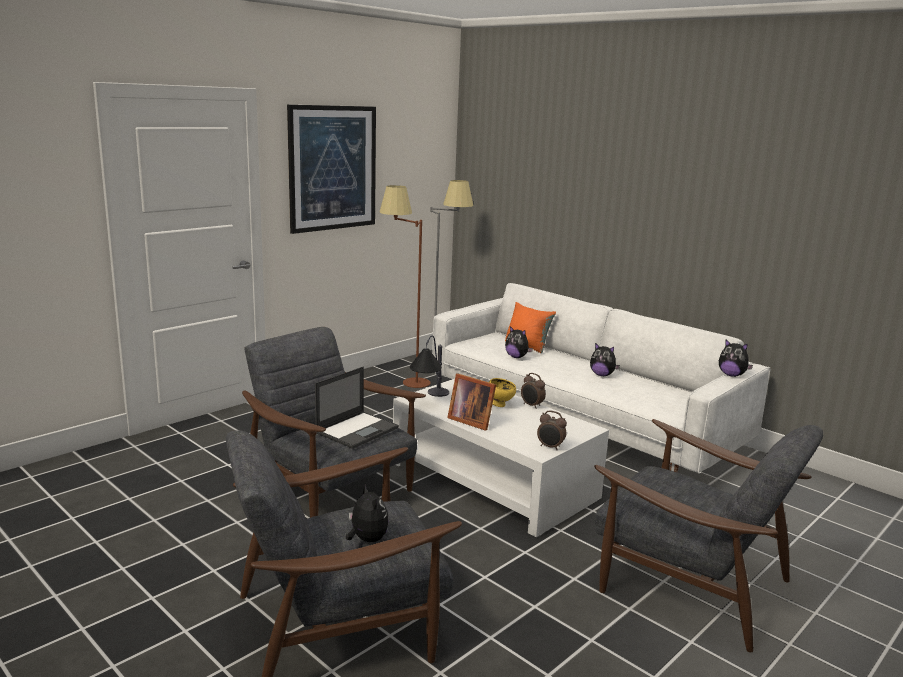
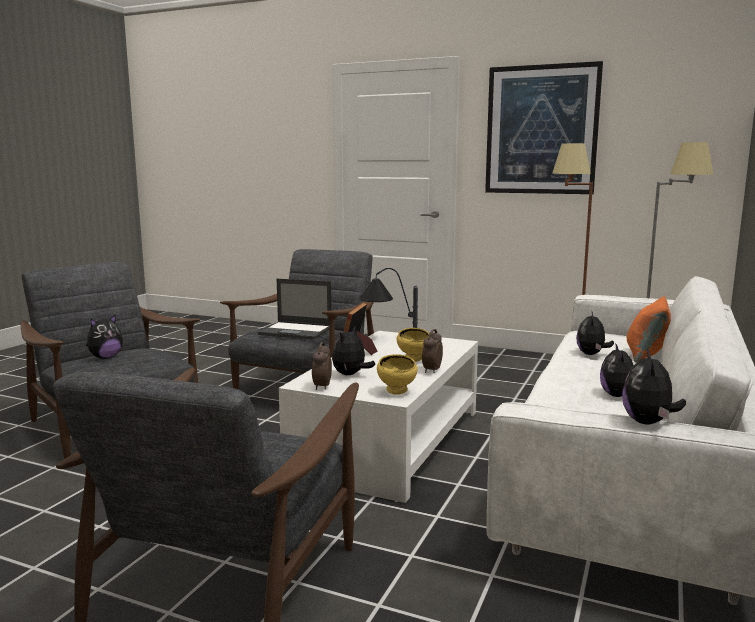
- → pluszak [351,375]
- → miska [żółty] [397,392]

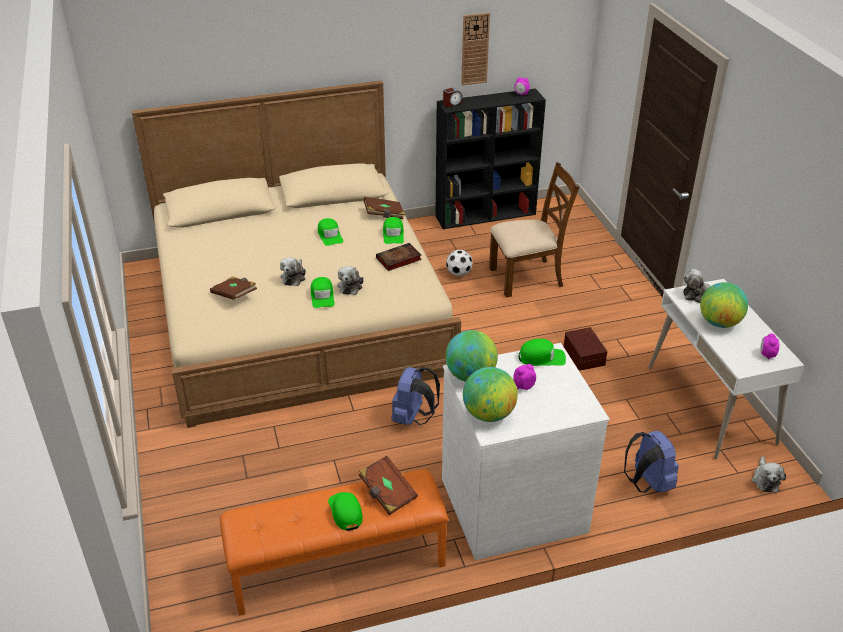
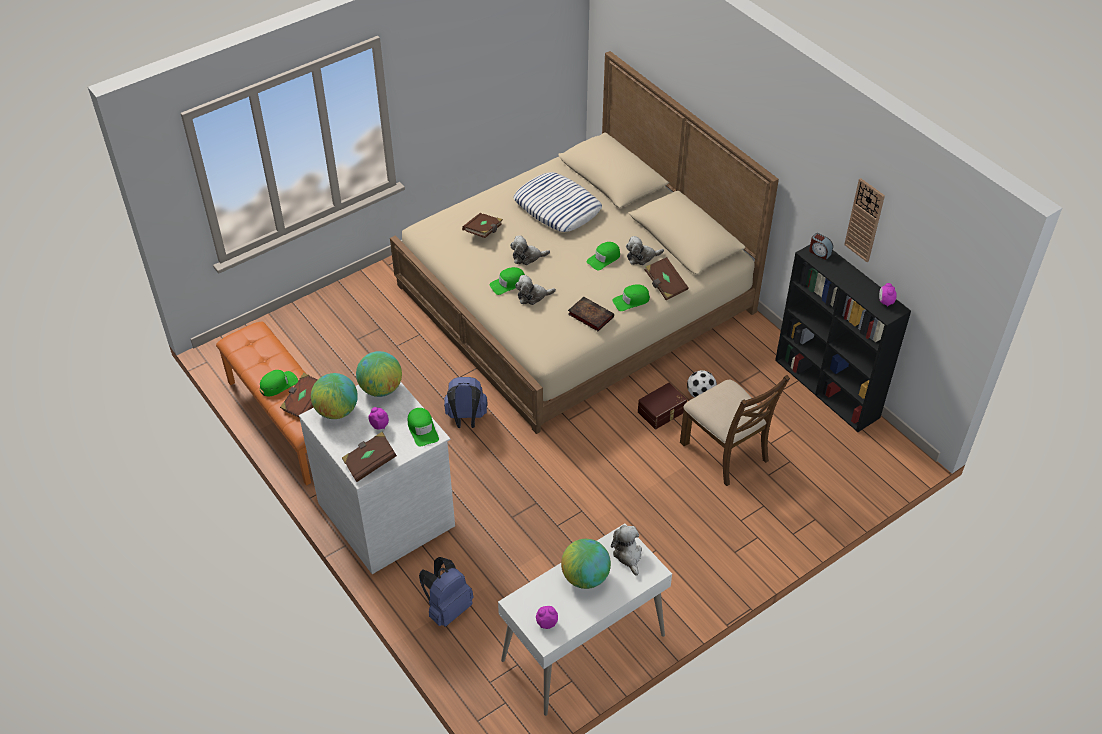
pojemnik do przechowywania [brązowy] [585,355] → pojemnik do przechowywania [brązowy] [662,412], relocated
pluszak [765,480] → pluszak [641,257], relocated
- → książka [brązowy] [370,463]
- → poduszka [557,207]

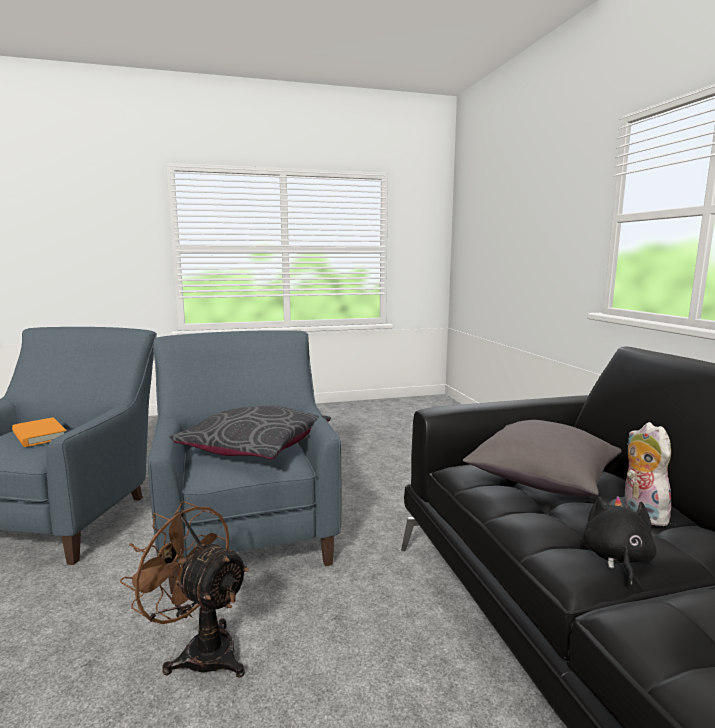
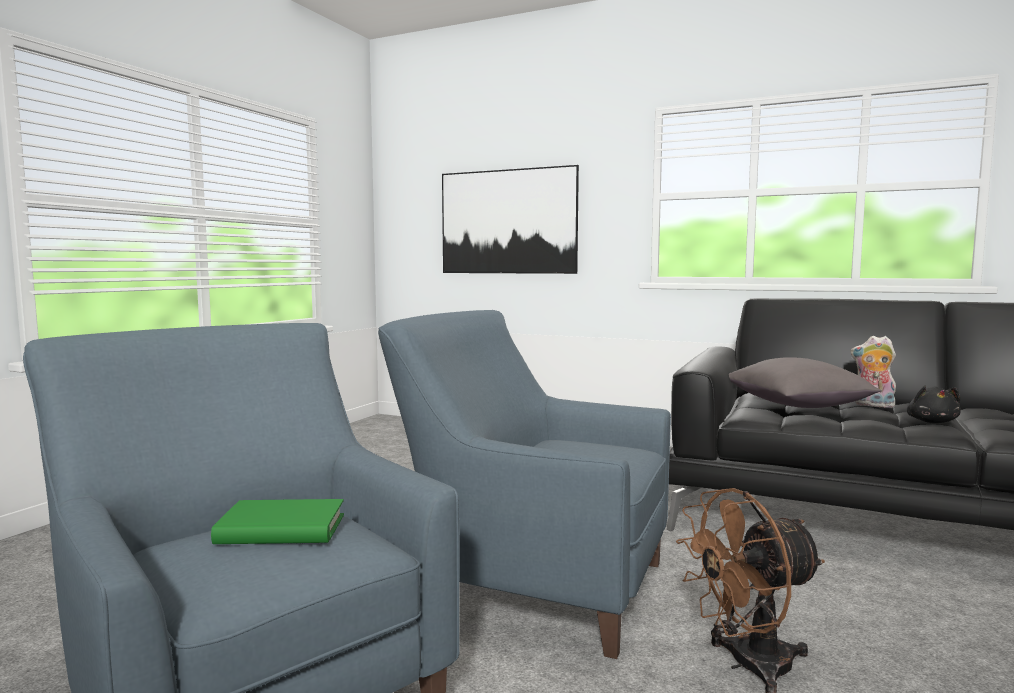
książka [pomarańczowy] [39,435] → książka [zielony] [281,529]
poduszka [szary] [253,445] → -
pluszak [czarny] [617,558] → pluszak [czarny] [932,422], 135 degrees counterclockwise
- → obraz [507,222]

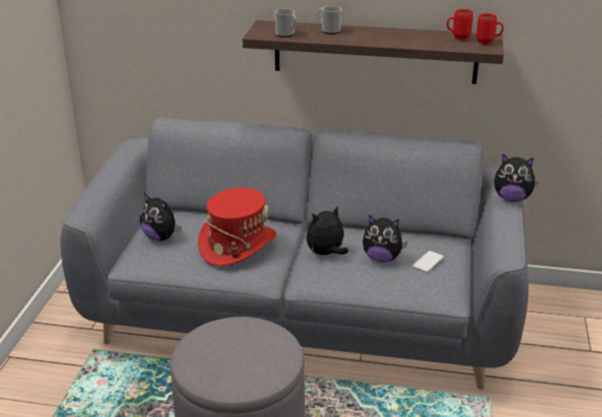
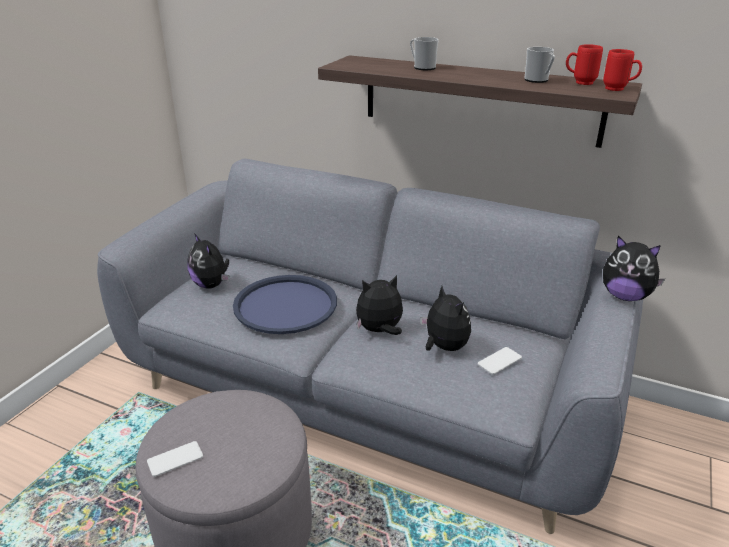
kapelusz [czerwony] [237,245] → taca [niebieski] [285,305]
kubek [286,34] → kubek [538,80], relocated
pluszak [382,258] → pluszak [443,347], 150 degrees counterclockwise
- → telefon [175,459]

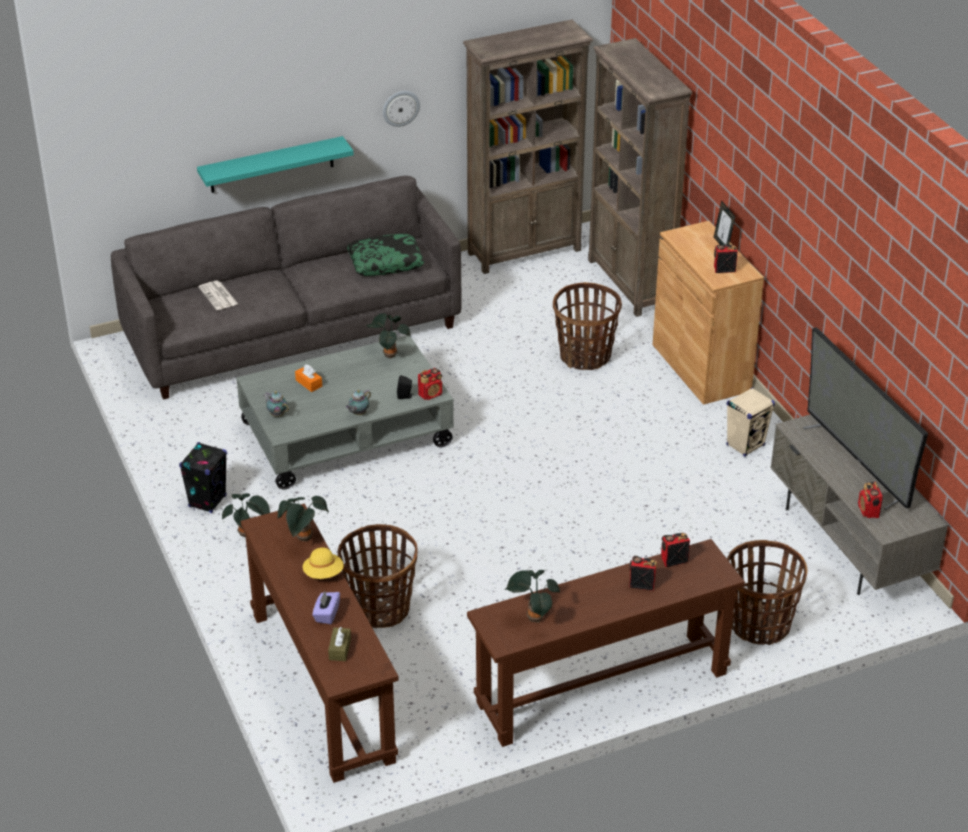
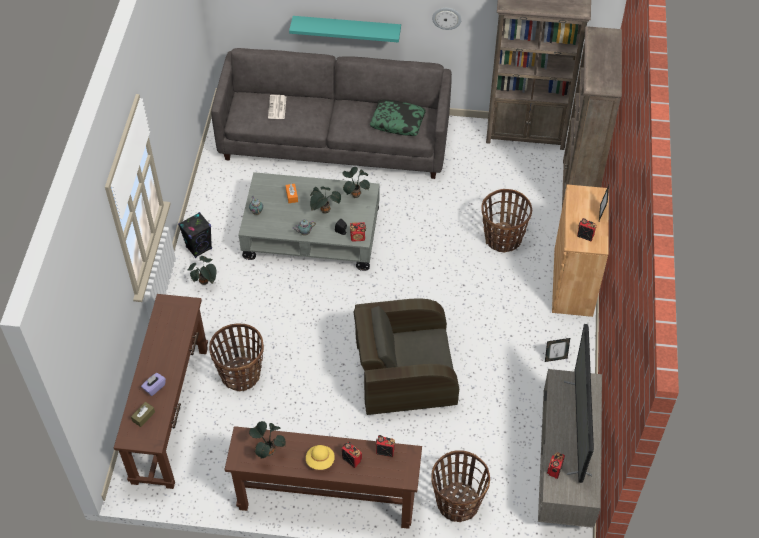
roślina doniczkowa [304,538] → roślina doniczkowa [324,211], relocated
kapelusz [żółty] [323,573] → kapelusz [żółty] [320,461], relocated
głośnik [beżowy] [745,445] → ramka na zdjęcie [555,358]
- → fotel [brązowy] [404,374]

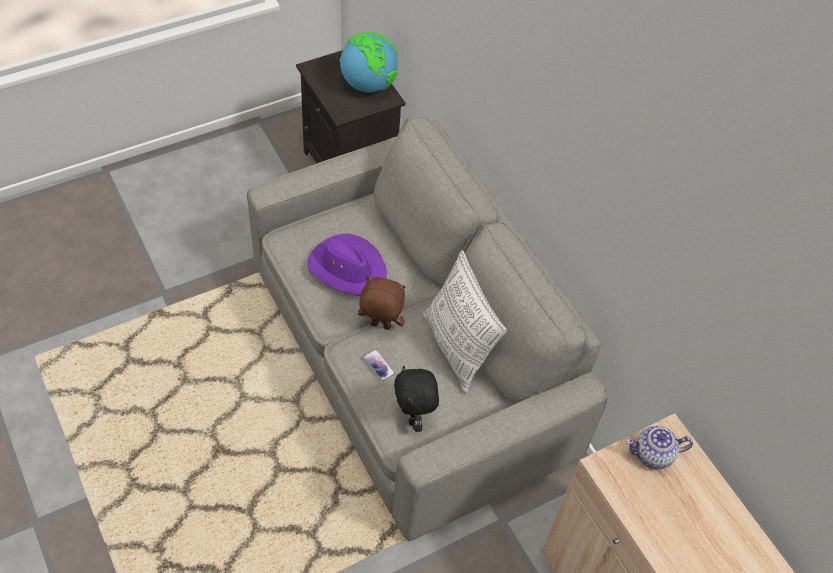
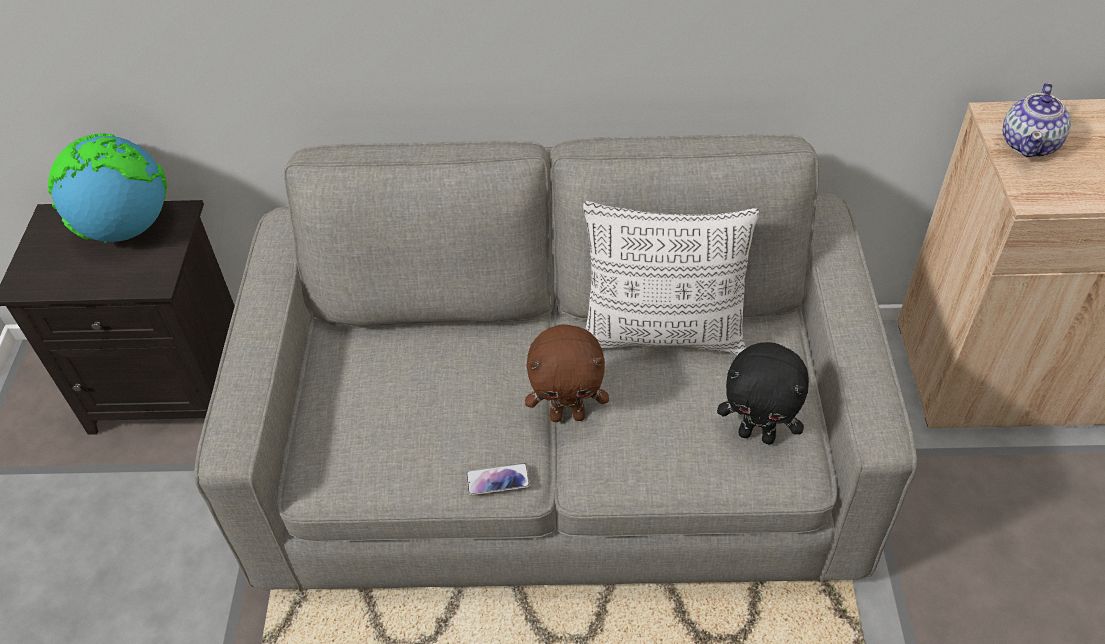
kapelusz [fioletowy] [347,268] → -
pluszak [brązowy] [380,326] → pluszak [brązowy] [568,415], 135 degrees counterclockwise
telefon [379,365] → telefon [498,480], relocated

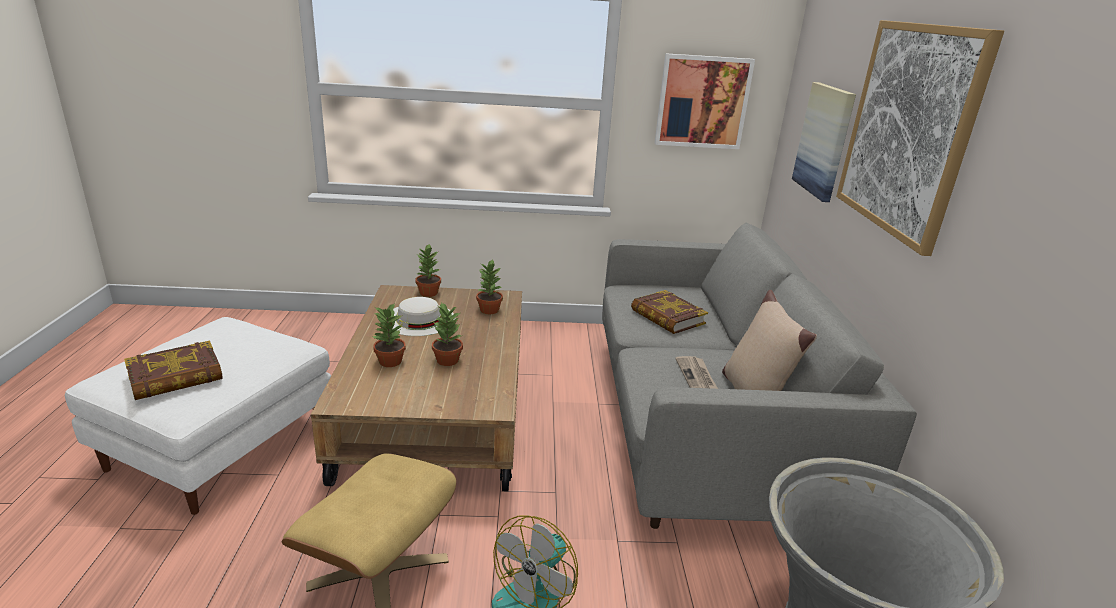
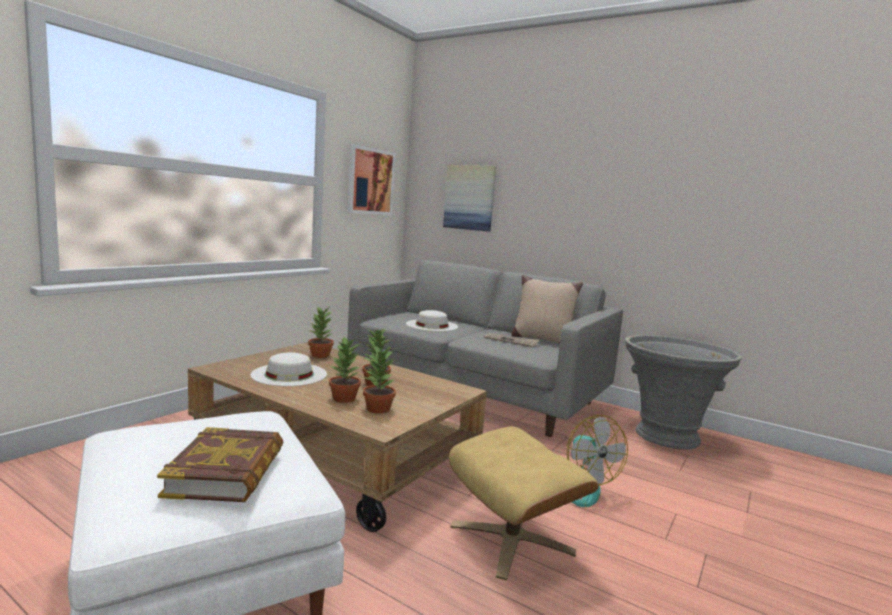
roślina doniczkowa [428,293] → roślina doniczkowa [378,409], relocated
książka [667,317] → kapelusz [biały] [432,325]
obraz [908,130] → -

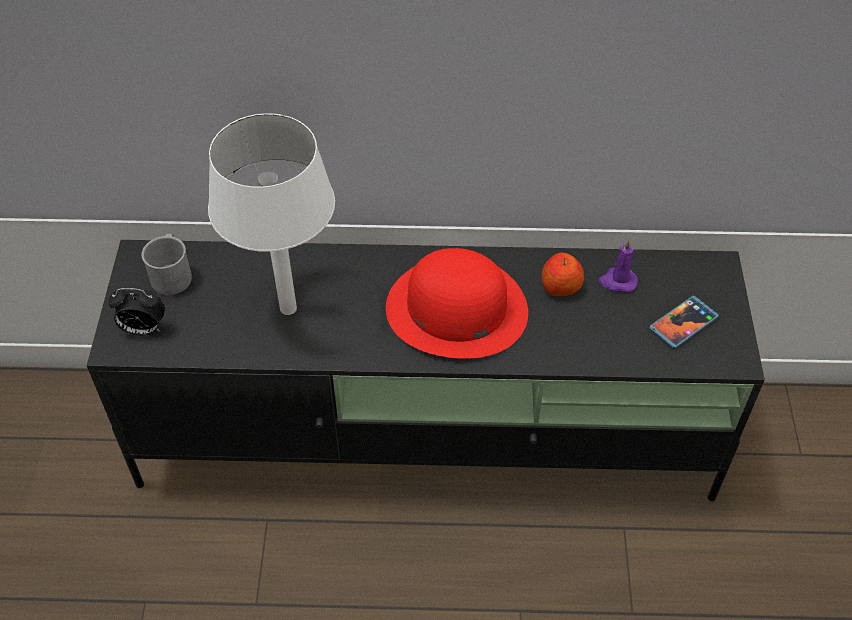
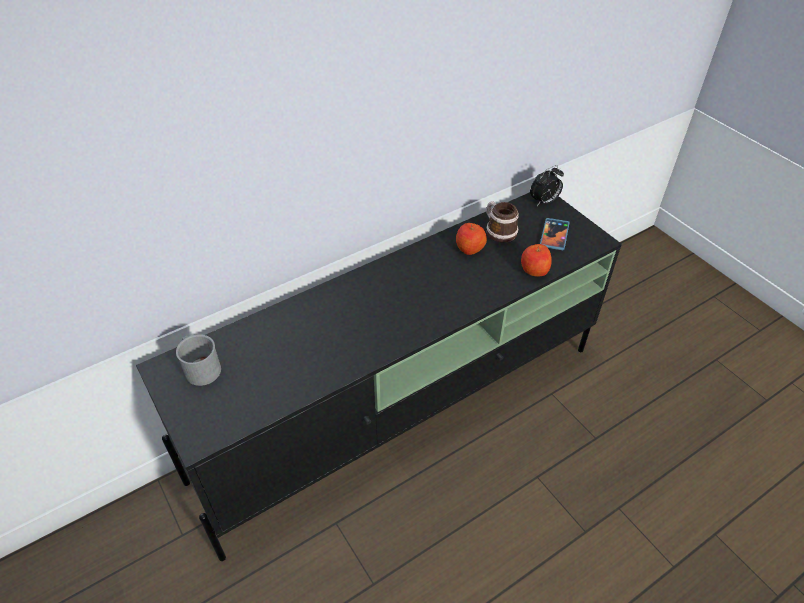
budzik [143,329] → budzik [544,202], relocated
lampa stołowa [biały] [288,309] → -
kapelusz [czerwony] [456,309] → -
świeca [fioletowy] [617,281] → kubek [498,230]
- → jabłko [534,270]

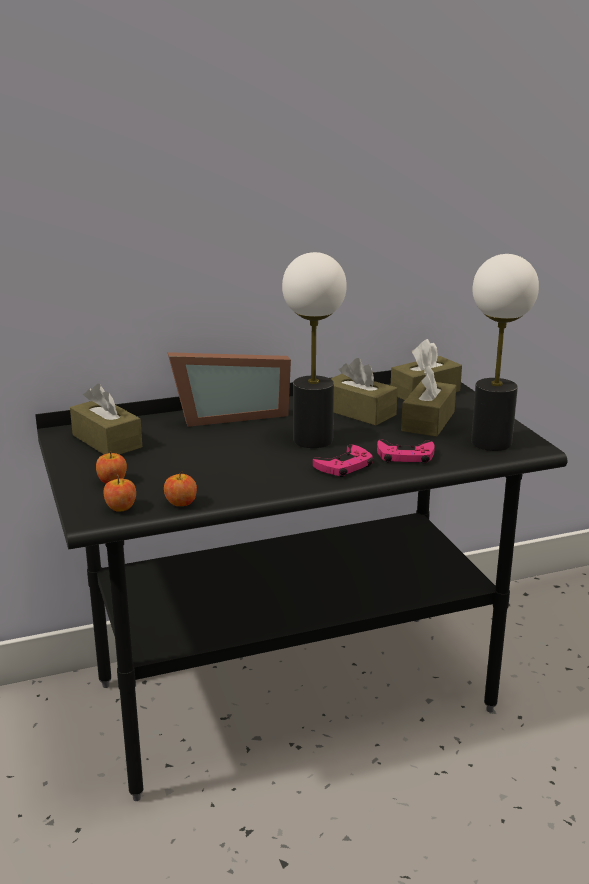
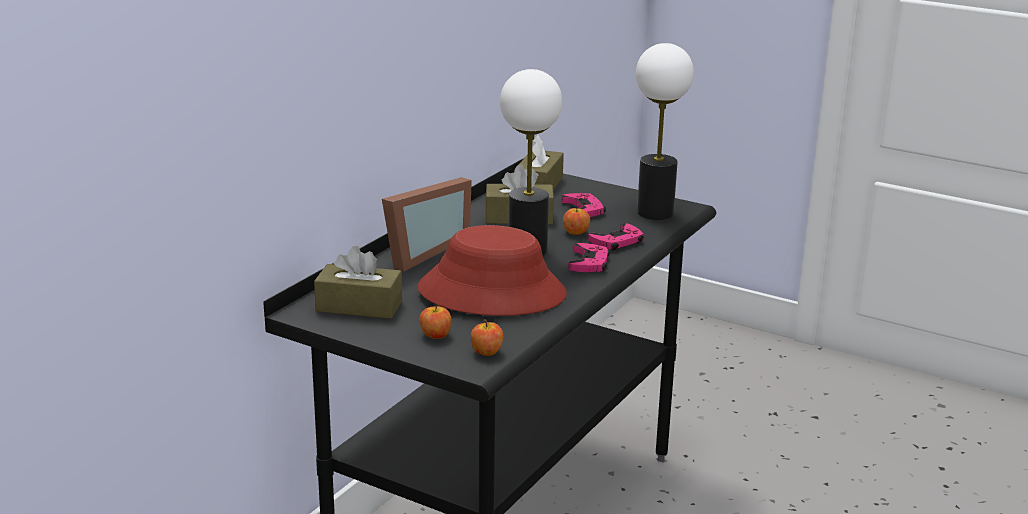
jabłko [181,503] → jabłko [576,232], relocated
pudełko chusteczek [brązowy] [428,421] → pad do gier [różowy] [583,209]
- → kapelusz [czerwony] [492,292]

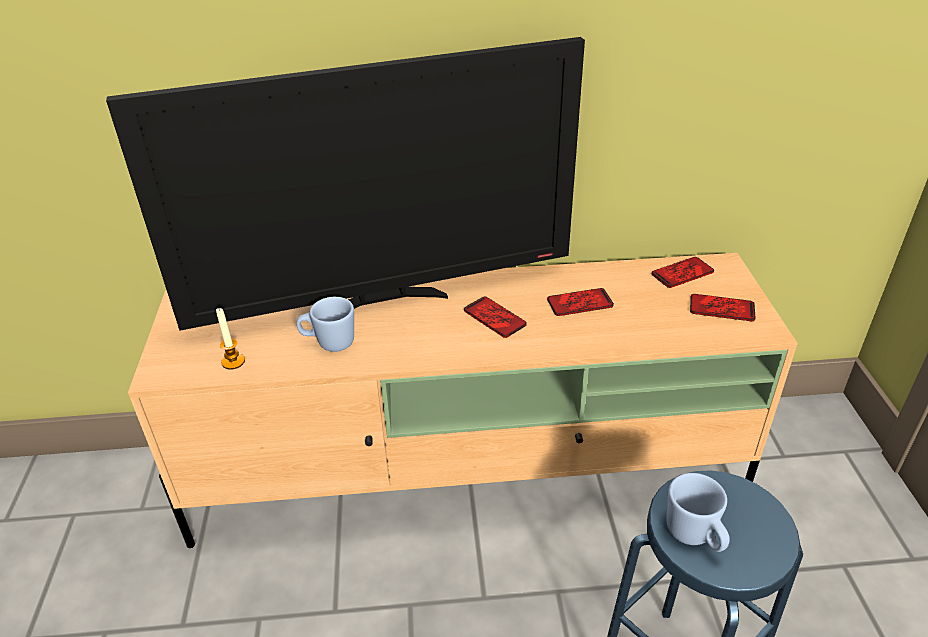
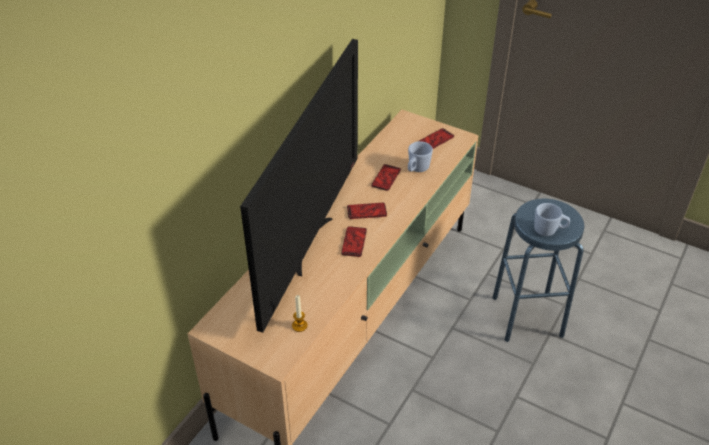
kubek [niebieski] [329,343] → kubek [niebieski] [416,169], relocated
telefon [682,273] → telefon [354,242], relocated

